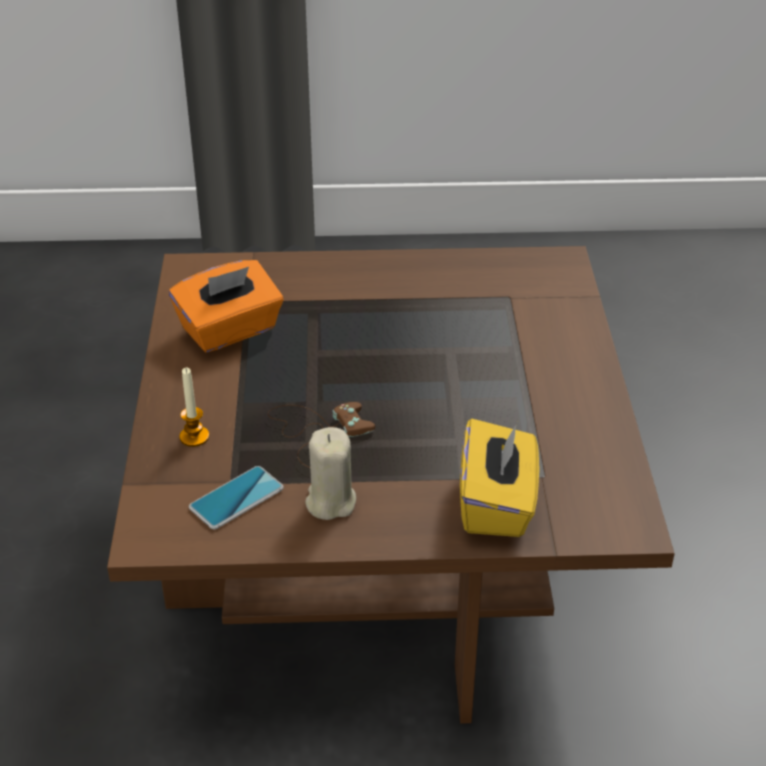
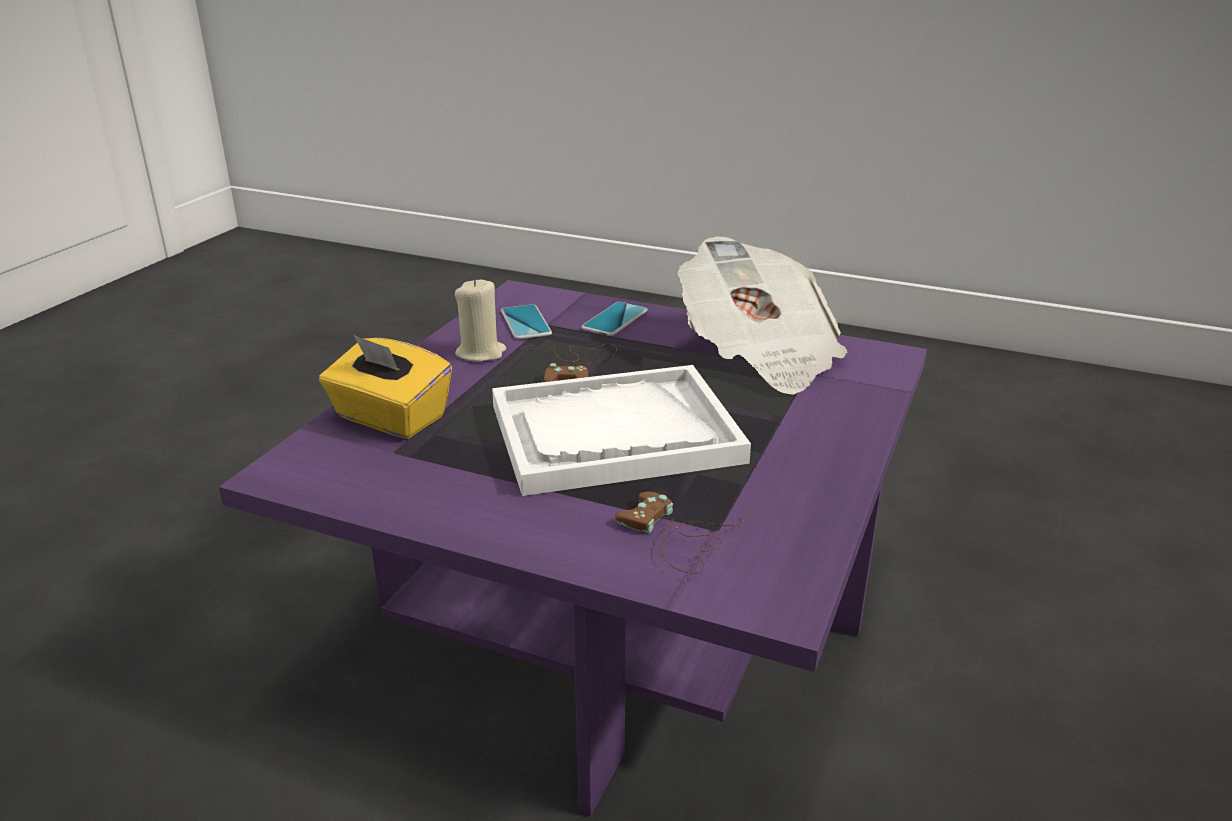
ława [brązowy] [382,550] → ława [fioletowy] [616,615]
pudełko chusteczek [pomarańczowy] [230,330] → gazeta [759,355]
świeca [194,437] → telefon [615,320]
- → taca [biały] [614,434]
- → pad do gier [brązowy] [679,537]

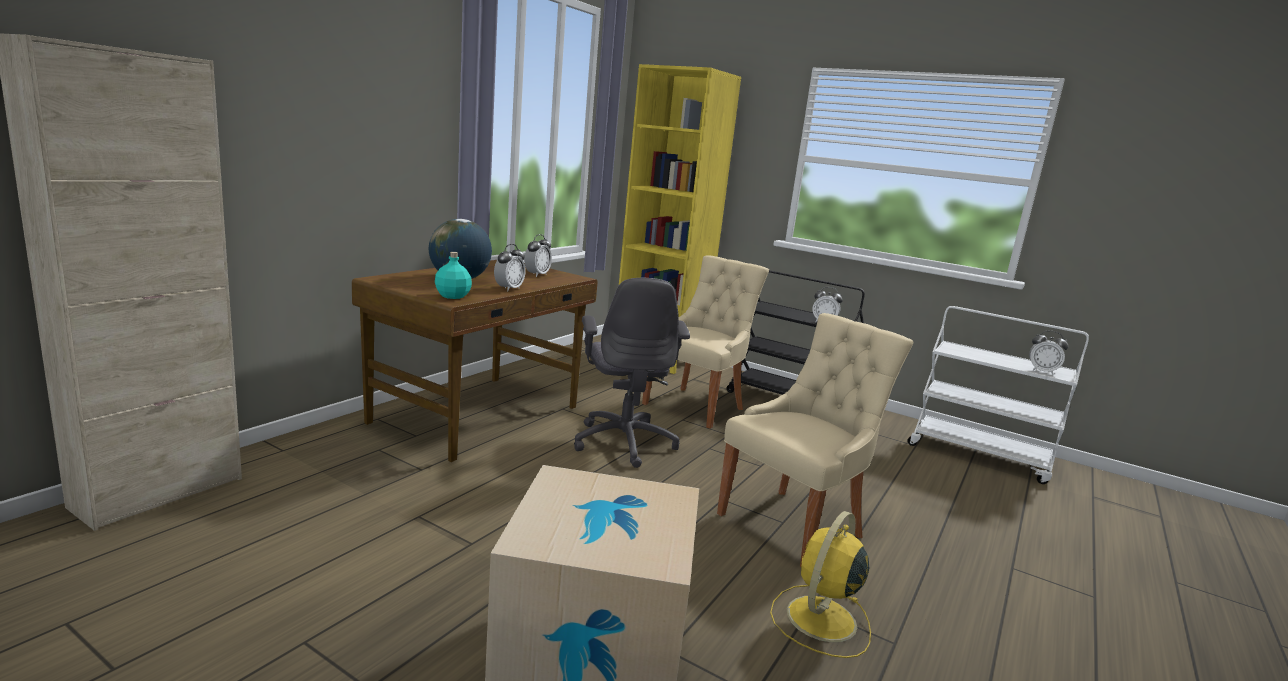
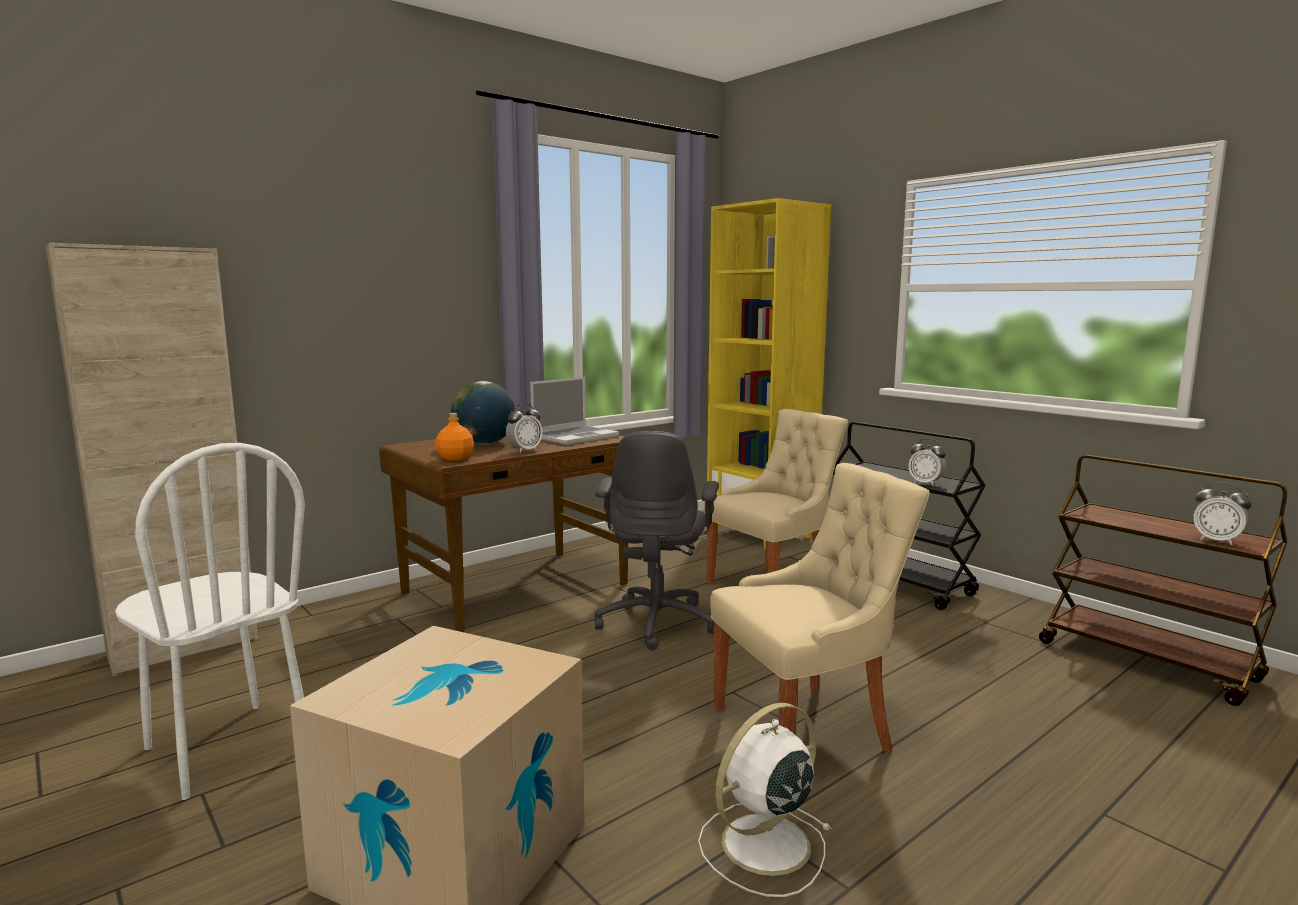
butelka [turkusowy] [452,296] → butelka [pomarańczowy] [454,458]
budzik [537,275] → laptop [575,437]
wentylator [żółty] [820,620] → wentylator [biały] [762,845]
wózek [biały] [979,455] → wózek [brązowy] [1148,662]
- → krzesło [biały] [226,747]

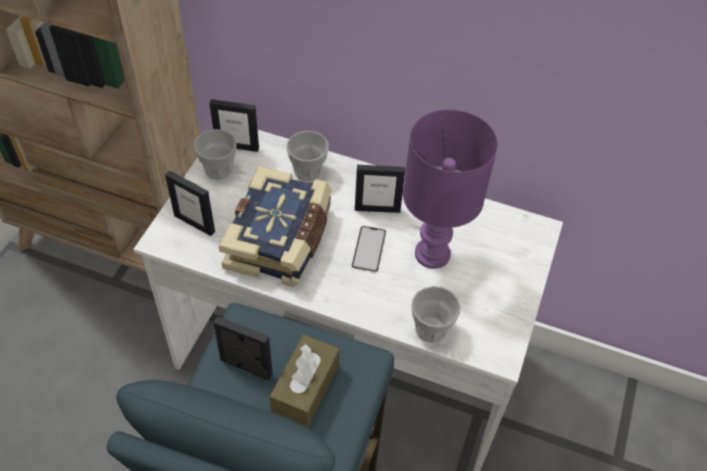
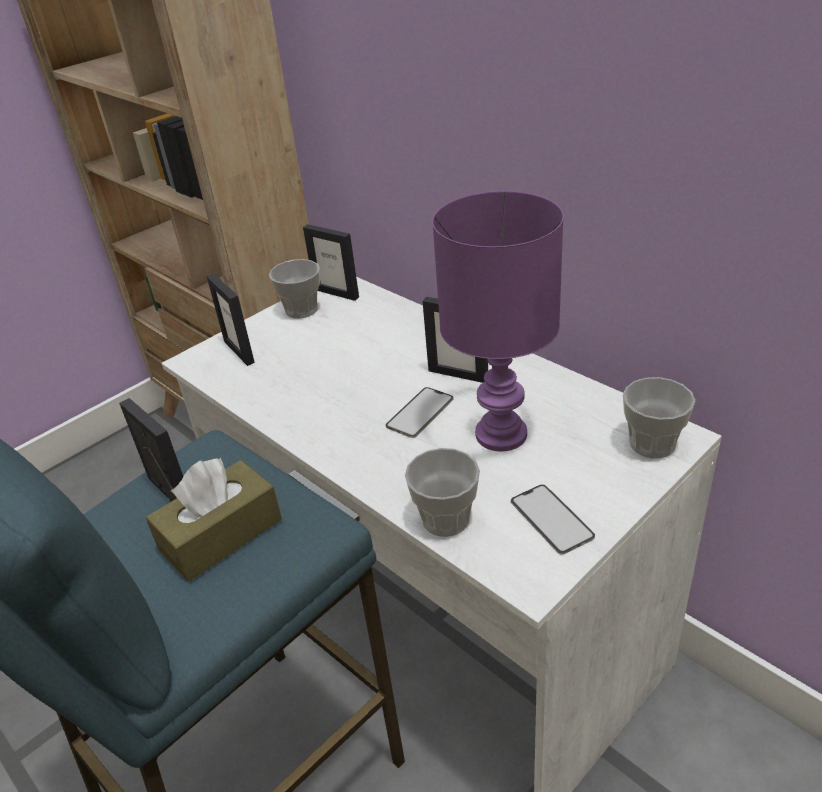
książka [281,239] → -
filiżanka [308,171] → filiżanka [652,443], relocated
- → telefon [551,519]

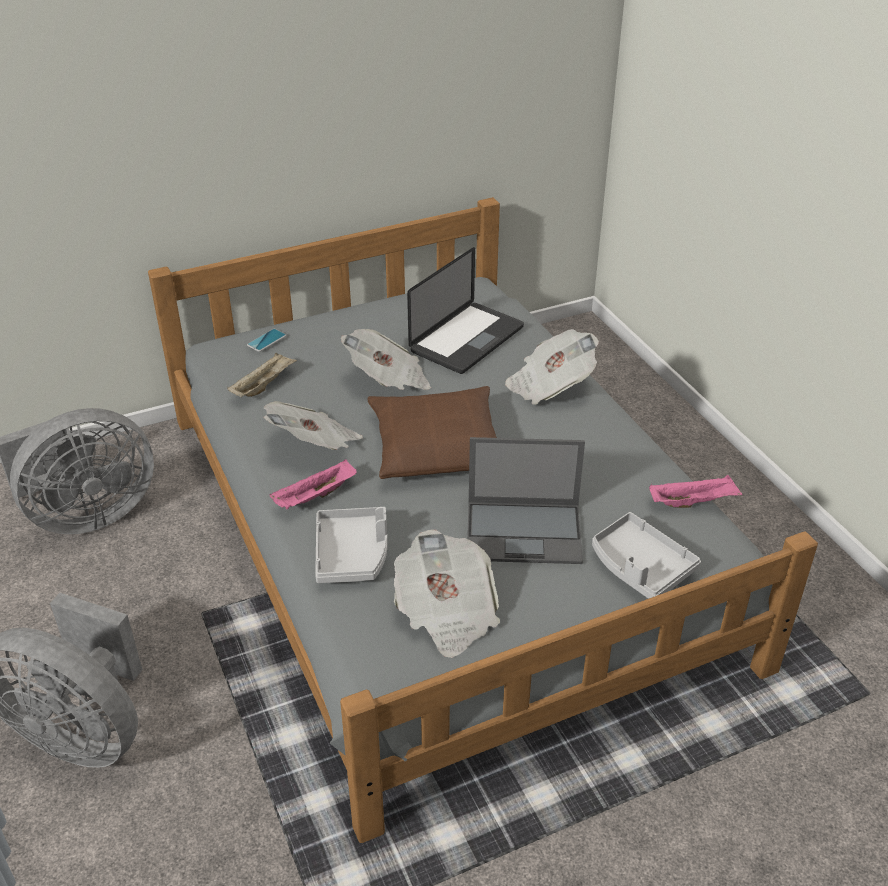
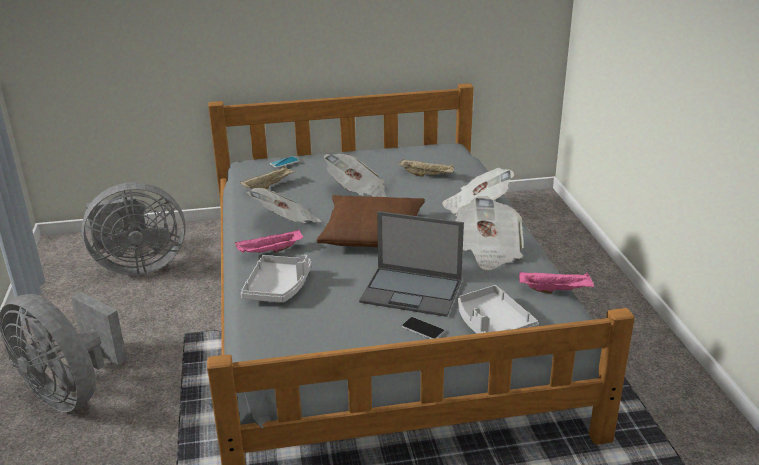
gazeta [446,613] → gazeta [488,250], relocated
laptop [467,339] → taca [beżowy] [427,175]
- → telefon [422,329]

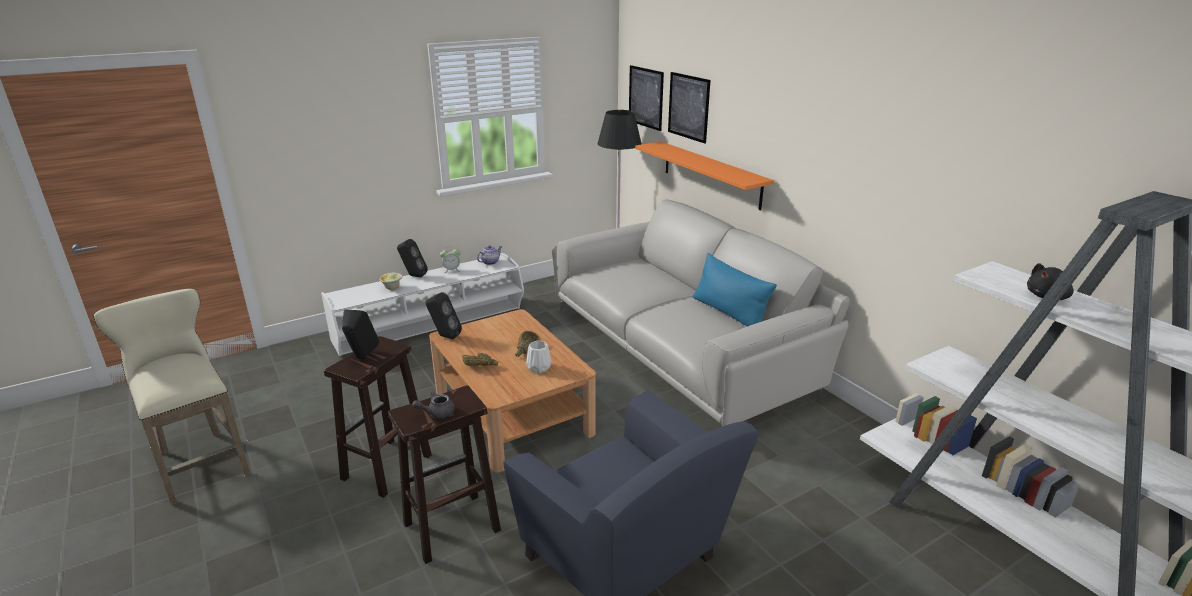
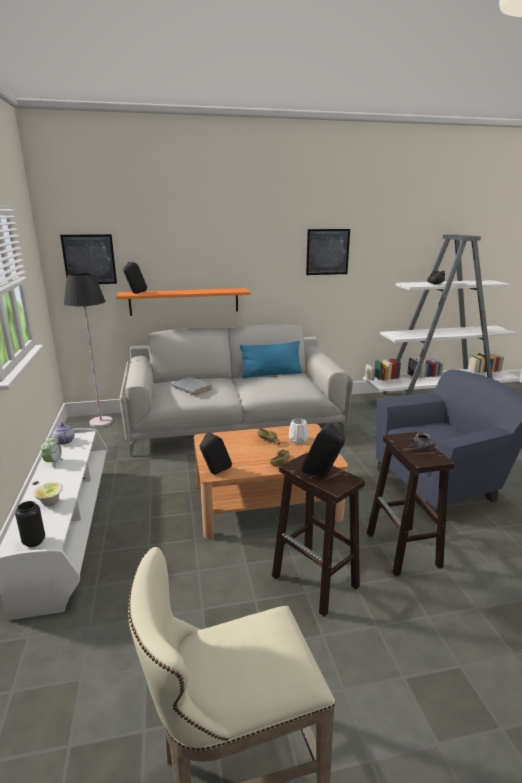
głośnik [czarny] [413,276] → głośnik [czarny] [135,293], relocated
obraz [688,107] → obraz [327,252], relocated
- → wazon [czarny] [34,541]
- → książka [szary] [191,388]

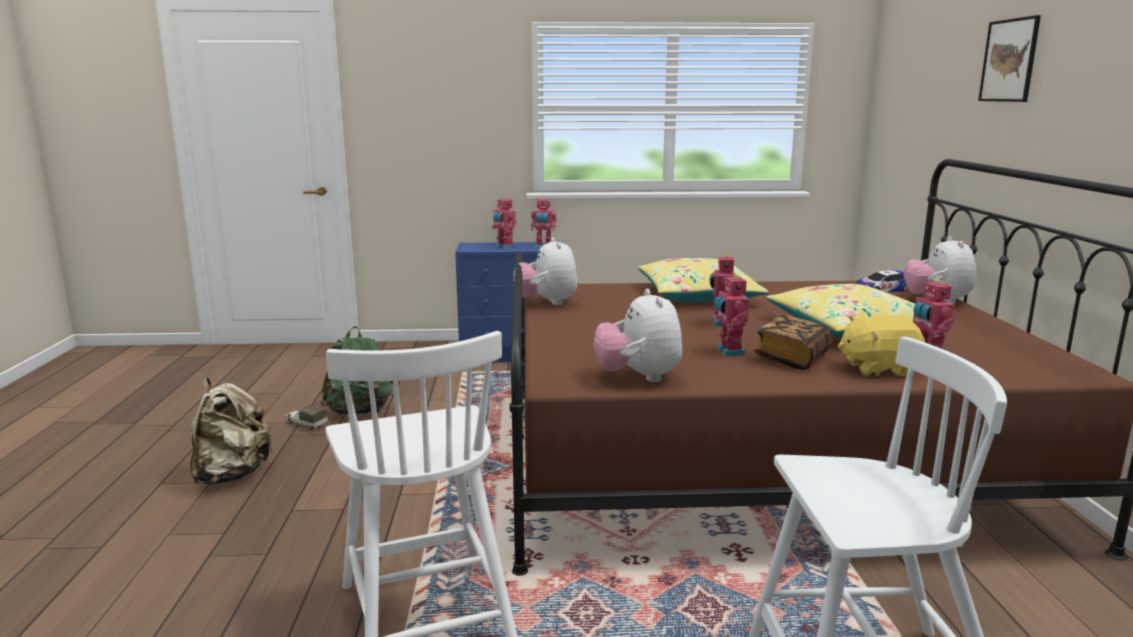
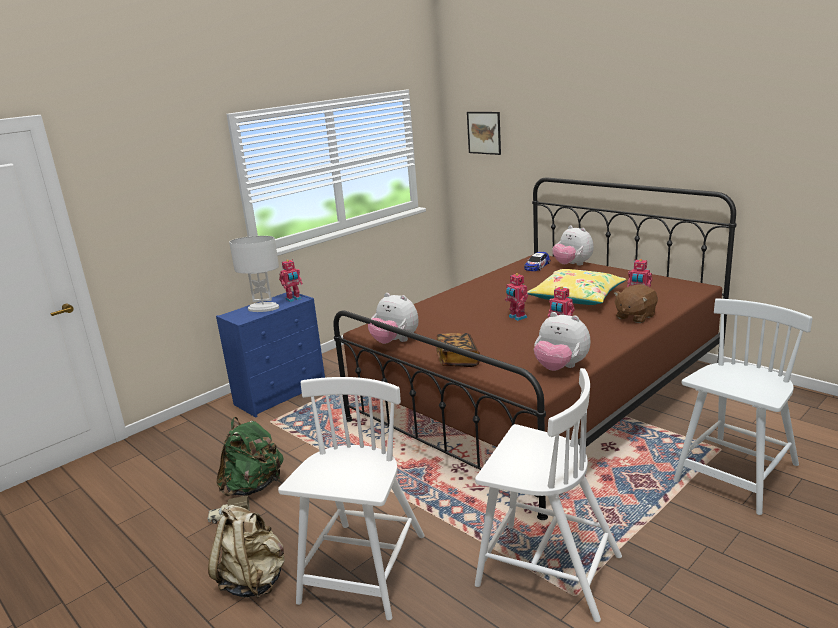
robot zabawkowy [504,247] → lampa stołowa [biały] [263,308]
poduszka [żółty] [698,295] → -
książka [792,358] → książka [457,360], relocated
pluszak [żółty] [878,369] → pluszak [brązowy] [635,316]
obraz [1009,60] → obraz [484,132], relocated
- → krzesło [biały] [363,570]

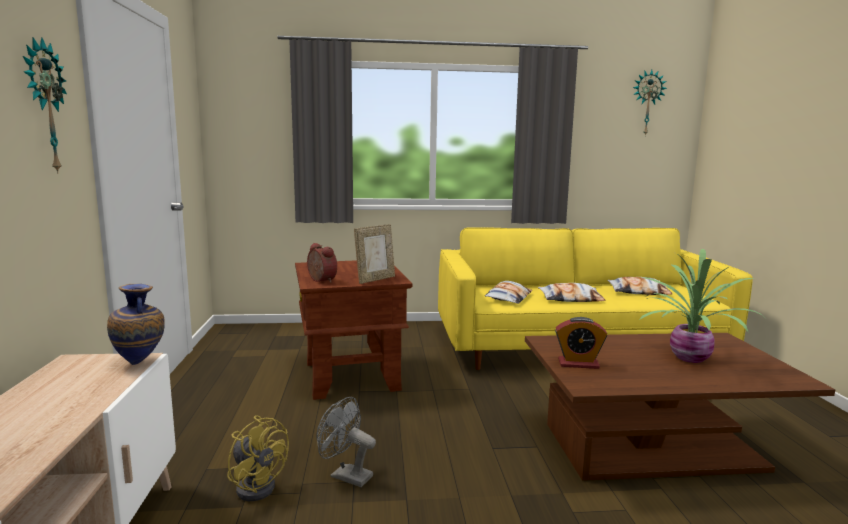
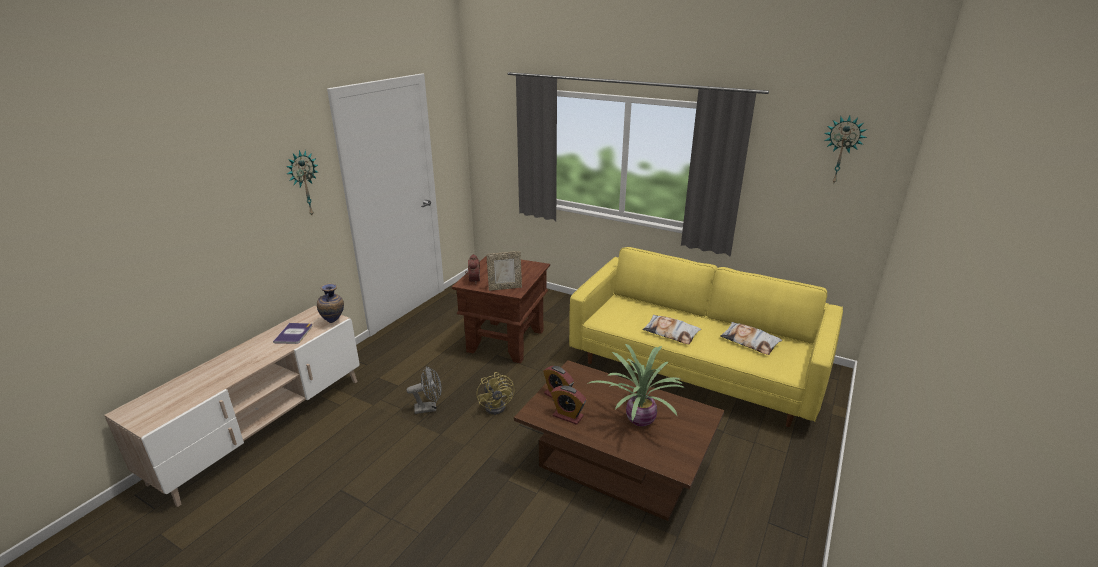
wentylator [żółty] [258,485] → wentylator [żółty] [498,405], relocated
wentylator [szary] [345,475] → wentylator [szary] [429,408], 105 degrees clockwise
poduszka [508,298] → -
- → książka [294,334]
- → budzik [568,416]

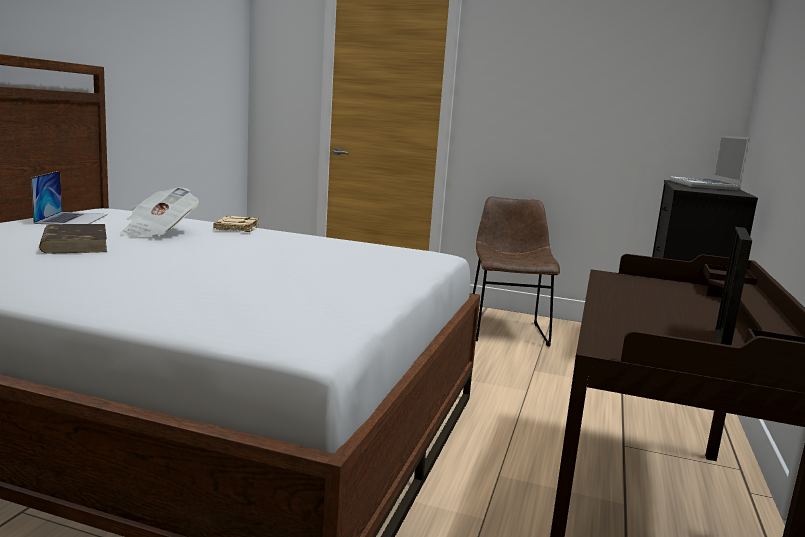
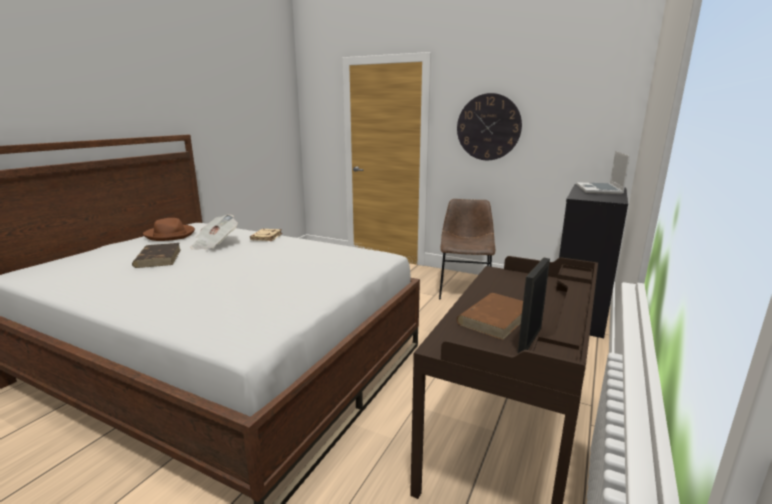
laptop [72,218] → kapelusz [brązowy] [170,235]
- → zegar ścienny [488,127]
- → książka [brązowy] [495,318]

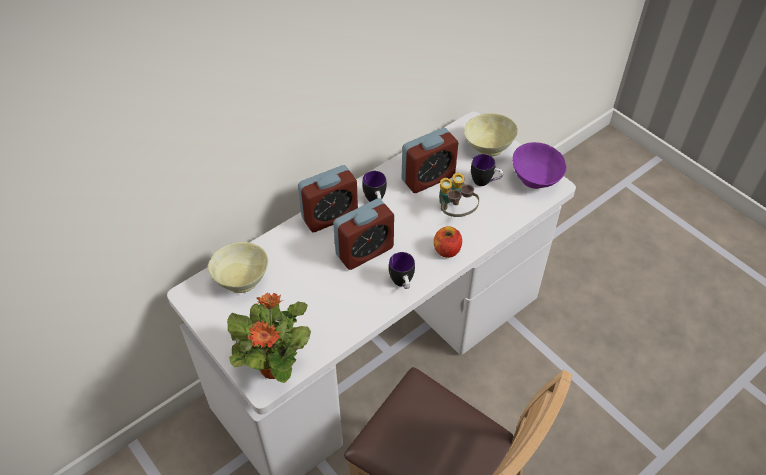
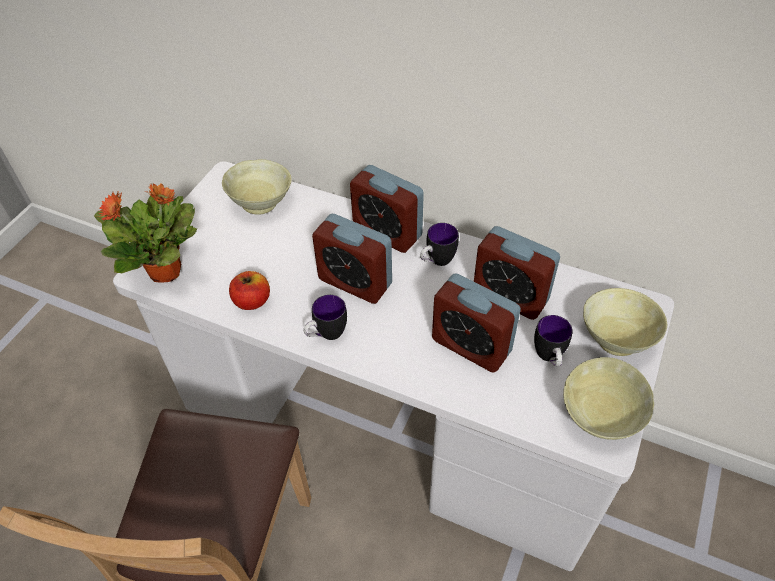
jabłko [447,250] → jabłko [252,301], relocated
lornetka [455,213] → budzik [471,345]
miska [fioletowy] [535,180] → miska [beżowy] [598,416]

